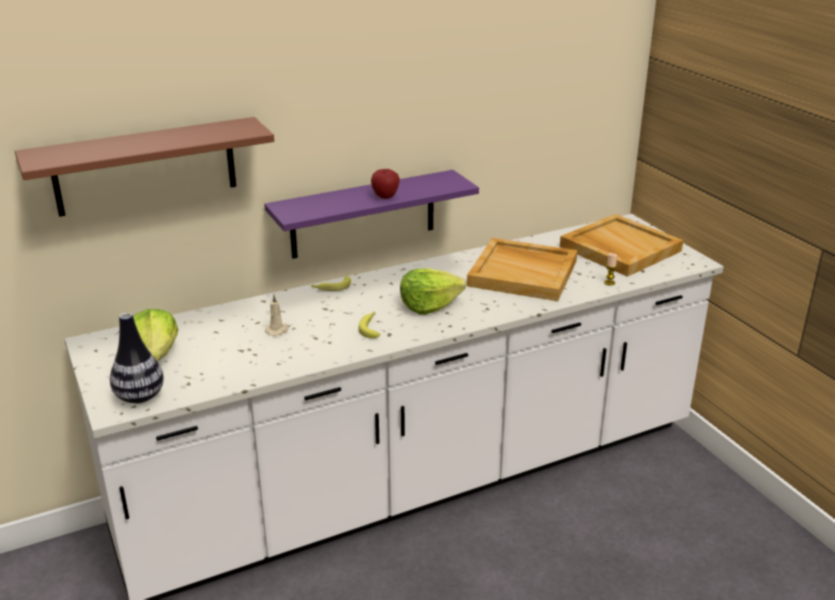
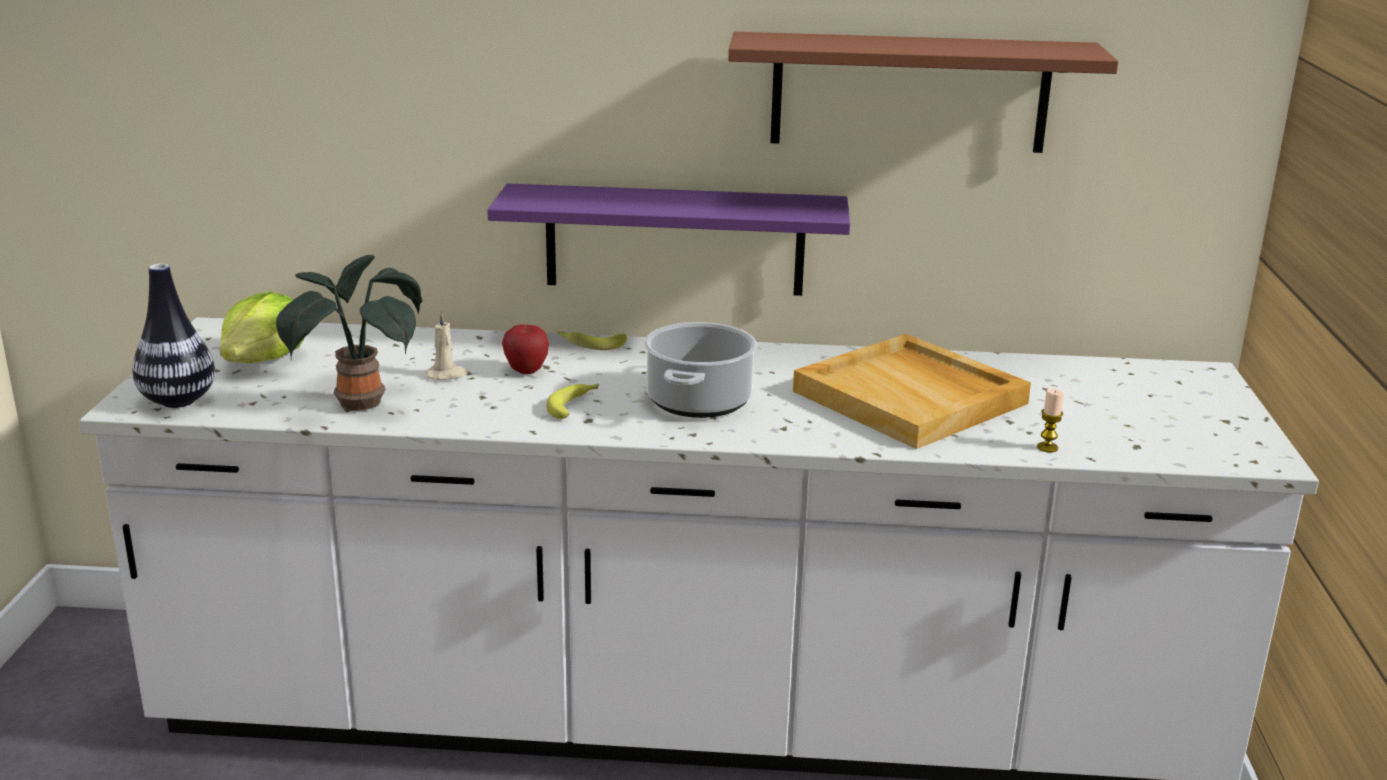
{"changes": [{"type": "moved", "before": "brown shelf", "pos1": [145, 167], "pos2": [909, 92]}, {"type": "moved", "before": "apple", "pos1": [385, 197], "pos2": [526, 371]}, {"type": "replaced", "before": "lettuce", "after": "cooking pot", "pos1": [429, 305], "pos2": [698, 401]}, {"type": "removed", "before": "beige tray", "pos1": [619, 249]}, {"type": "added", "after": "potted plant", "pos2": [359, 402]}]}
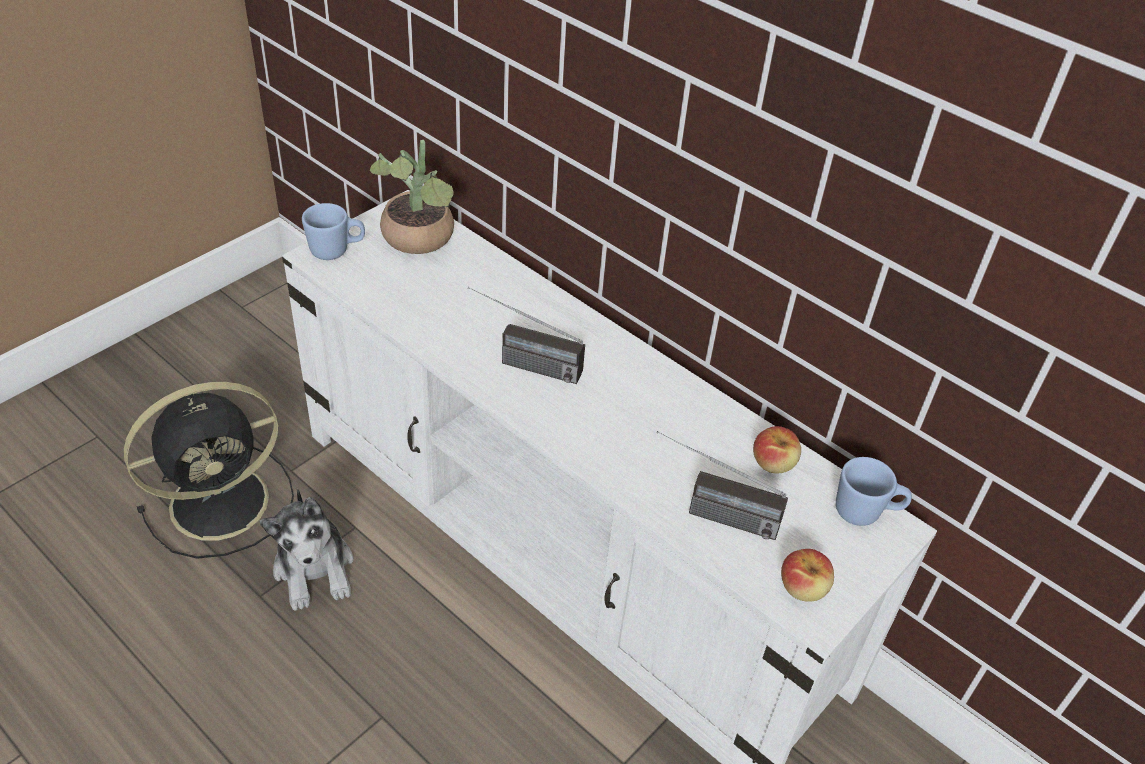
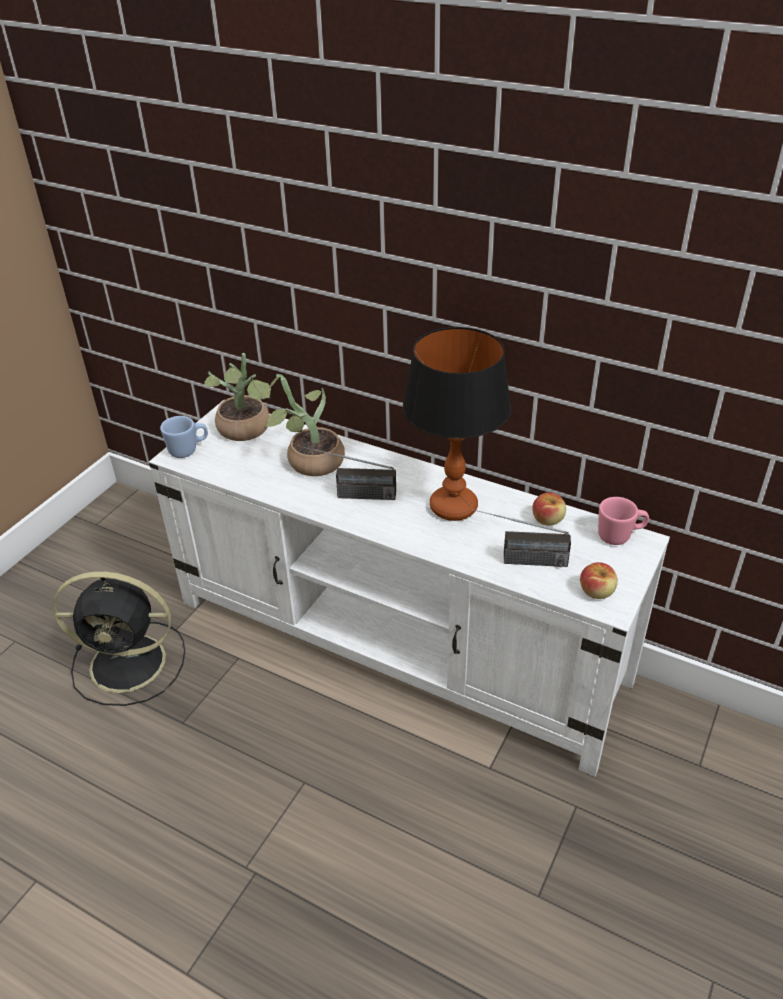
{"changes": [{"type": "turned", "before": "black fan", "pos1": [224, 500], "pos2": [131, 663], "turn": 45}, {"type": "removed", "before": "plush toy", "pos1": [315, 568]}, {"type": "recoloured", "before": "blue mug", "after": "pink mug", "pos1": [865, 513], "pos2": [620, 536]}, {"type": "added", "after": "potted plant", "pos2": [309, 462]}, {"type": "added", "after": "table lamp", "pos2": [453, 506]}]}
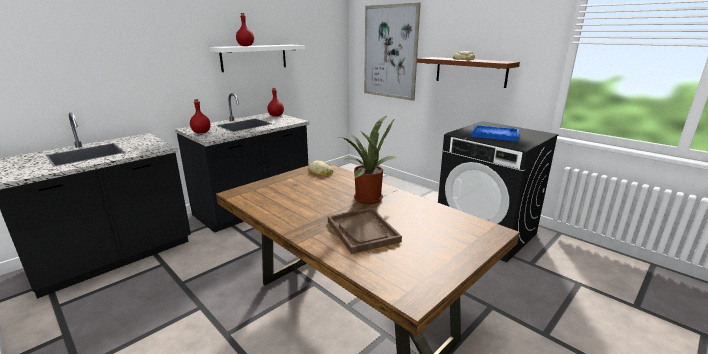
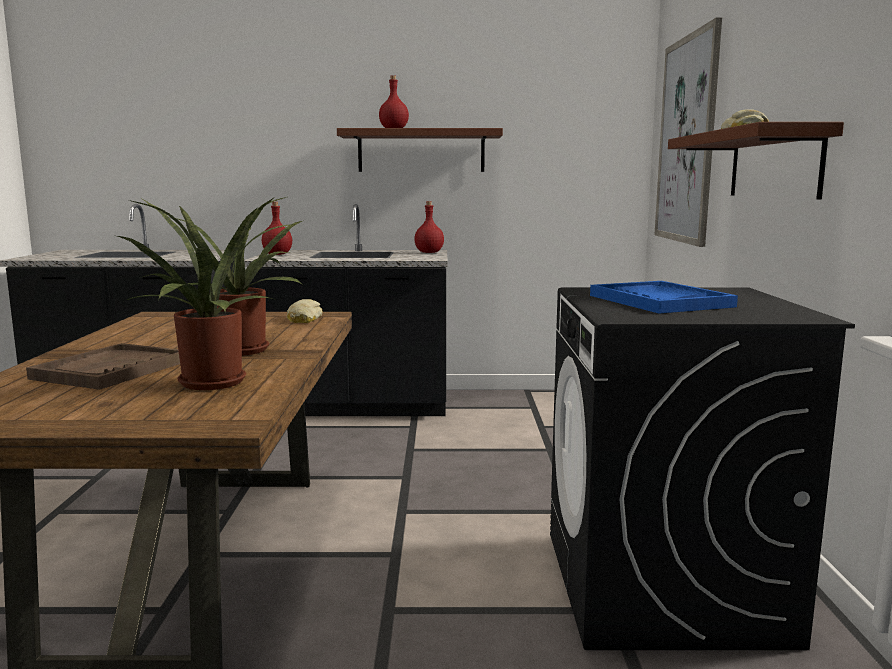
{"changes": [{"type": "recoloured", "before": "white shelf", "after": "brown shelf", "pos1": [254, 57], "pos2": [421, 151]}, {"type": "added", "after": "potted plant", "pos2": [210, 385]}]}
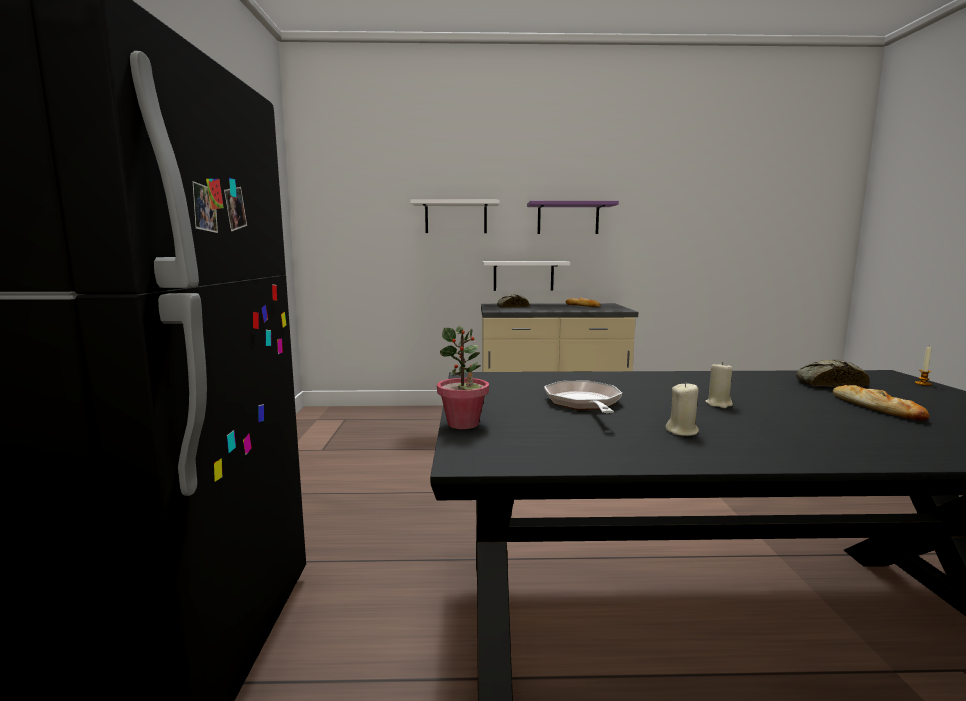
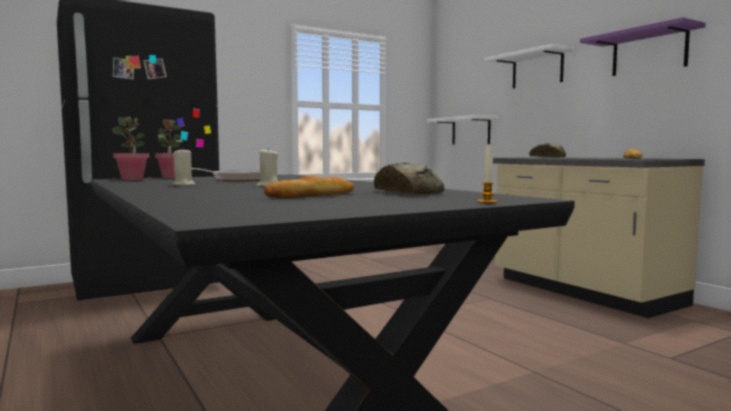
{"changes": [{"type": "moved", "before": "white shelf", "pos1": [523, 275], "pos2": [471, 131]}, {"type": "added", "after": "potted plant", "pos2": [132, 179]}]}
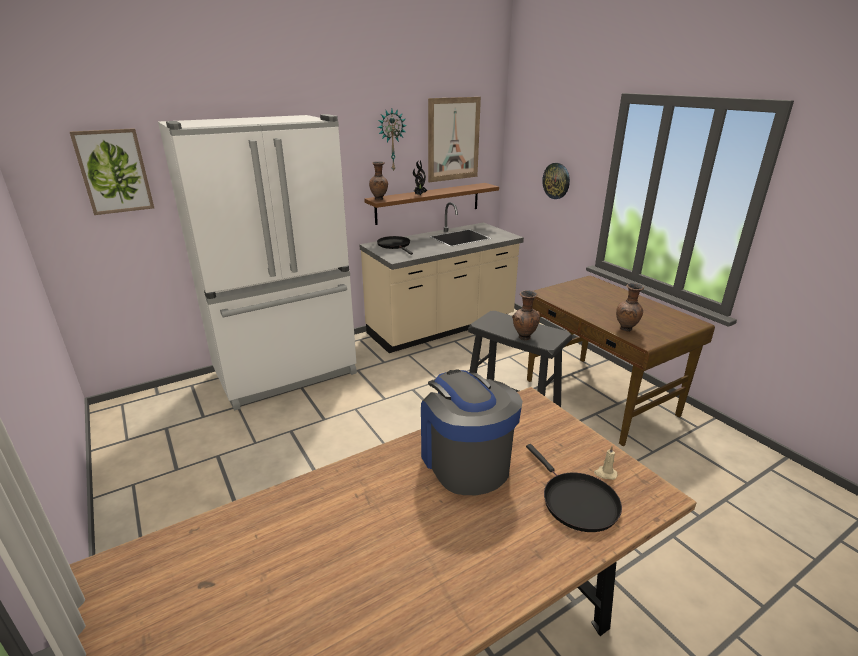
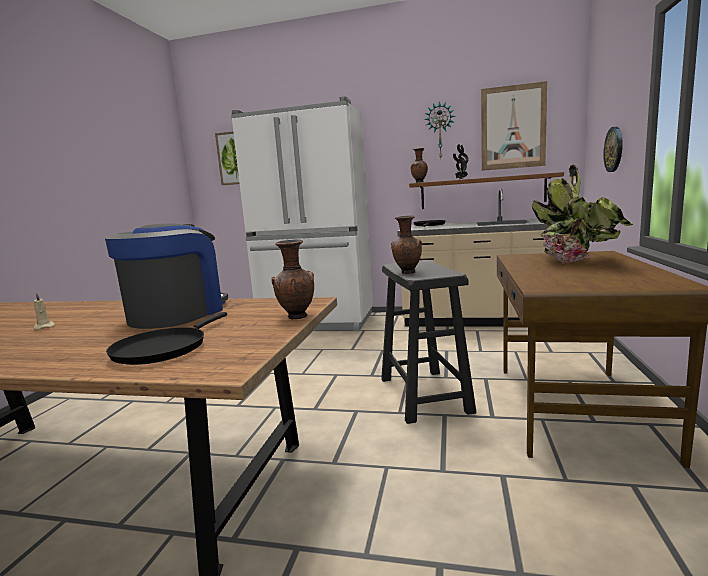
{"changes": [{"type": "moved", "before": "beige candle", "pos1": [605, 473], "pos2": [44, 327]}, {"type": "moved", "before": "brown vase", "pos1": [626, 330], "pos2": [296, 317]}, {"type": "added", "after": "potted plant", "pos2": [580, 262]}]}
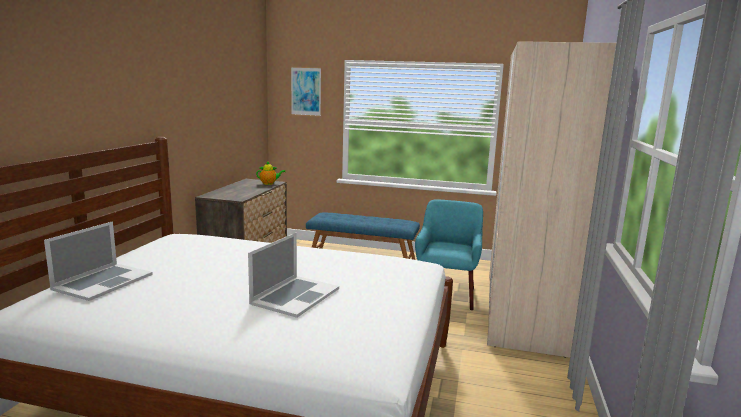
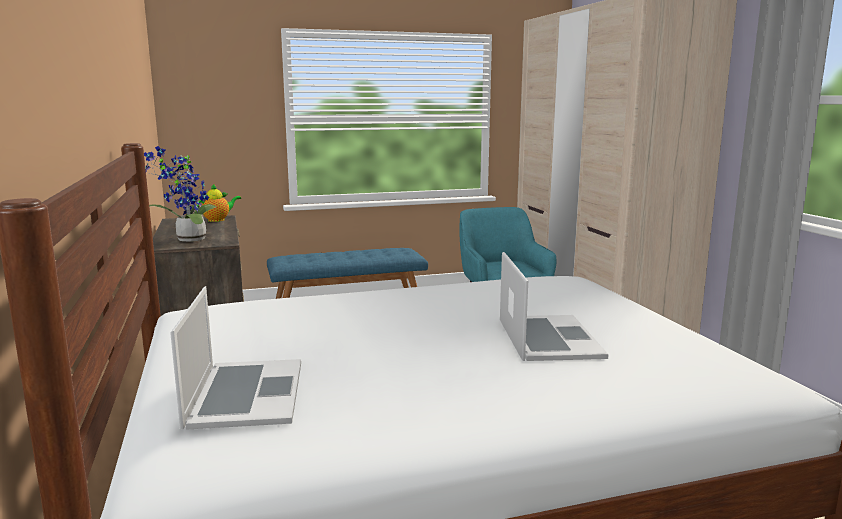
{"changes": [{"type": "removed", "before": "picture", "pos1": [306, 91]}, {"type": "added", "after": "potted plant", "pos2": [187, 240]}]}
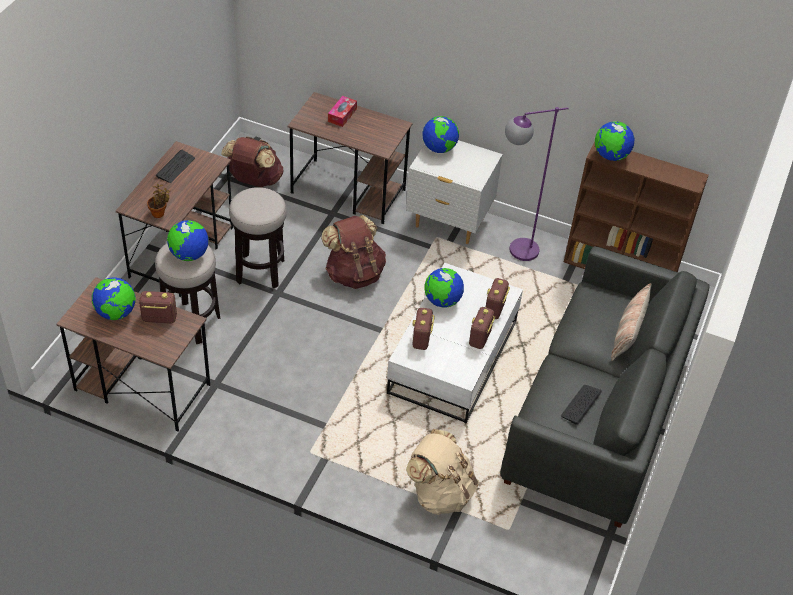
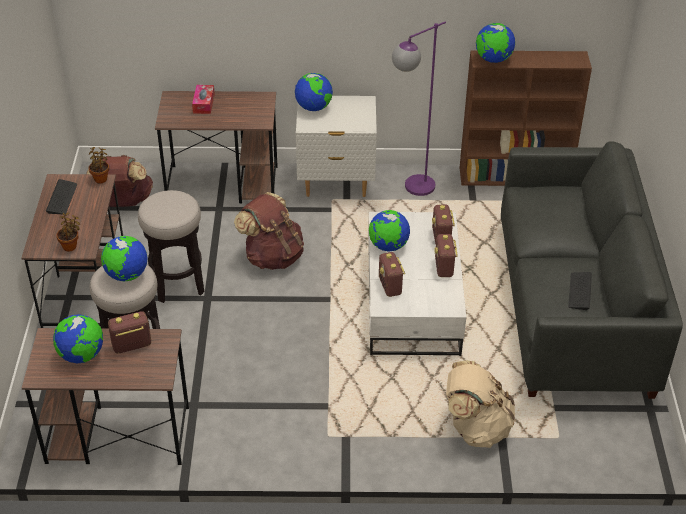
{"changes": [{"type": "removed", "before": "pillow", "pos1": [628, 332]}, {"type": "added", "after": "potted plant", "pos2": [101, 178]}]}
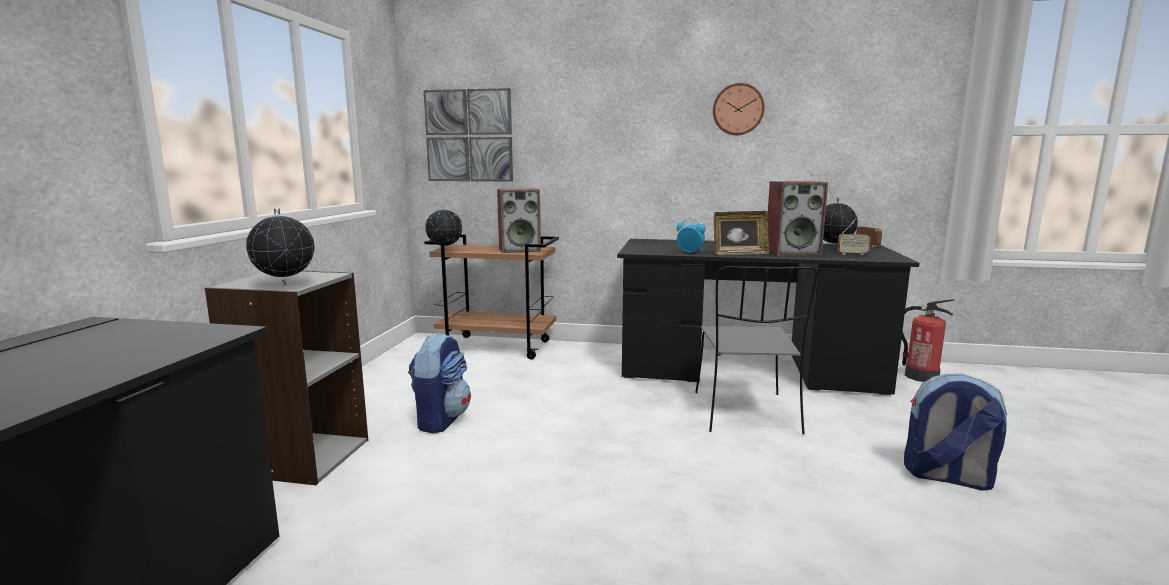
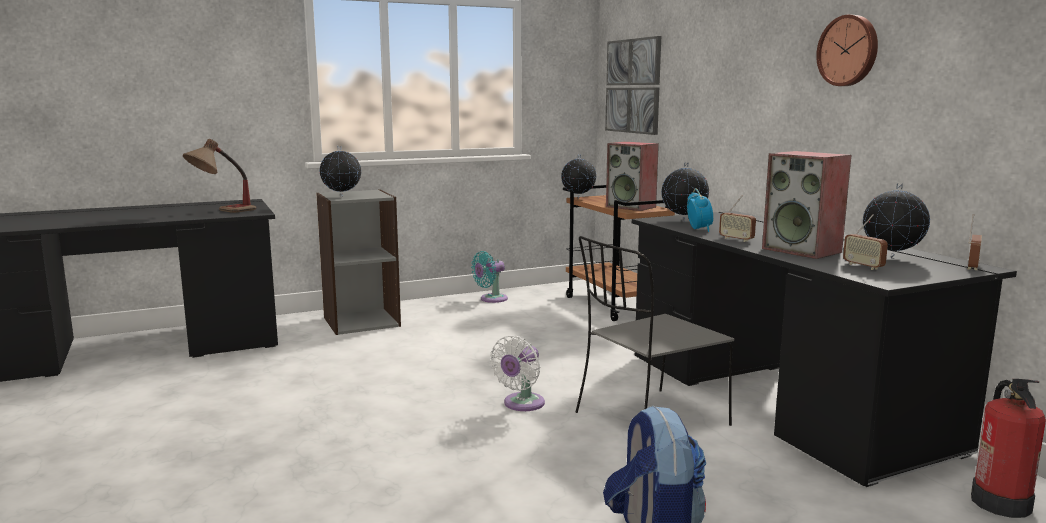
{"changes": [{"type": "removed", "before": "backpack", "pos1": [441, 420]}, {"type": "replaced", "before": "picture frame", "after": "radio", "pos1": [739, 253], "pos2": [736, 239]}, {"type": "added", "after": "table lamp", "pos2": [222, 212]}, {"type": "added", "after": "turquoise fan", "pos2": [491, 299]}, {"type": "added", "after": "white fan", "pos2": [521, 404]}, {"type": "added", "after": "globe", "pos2": [683, 221]}]}
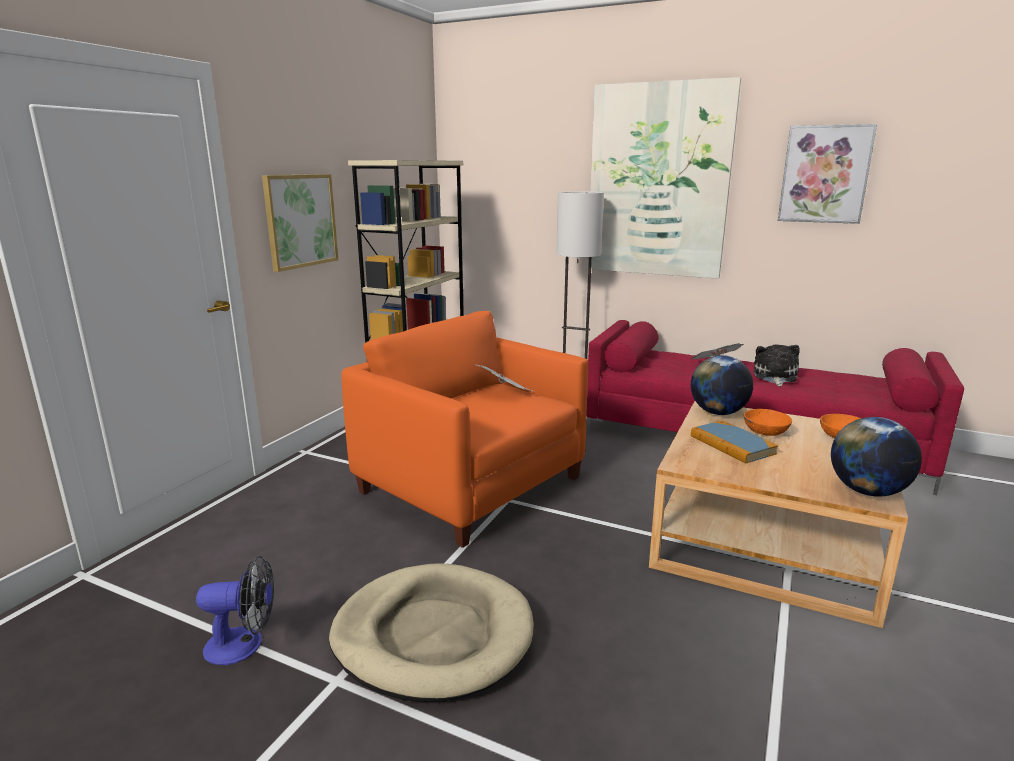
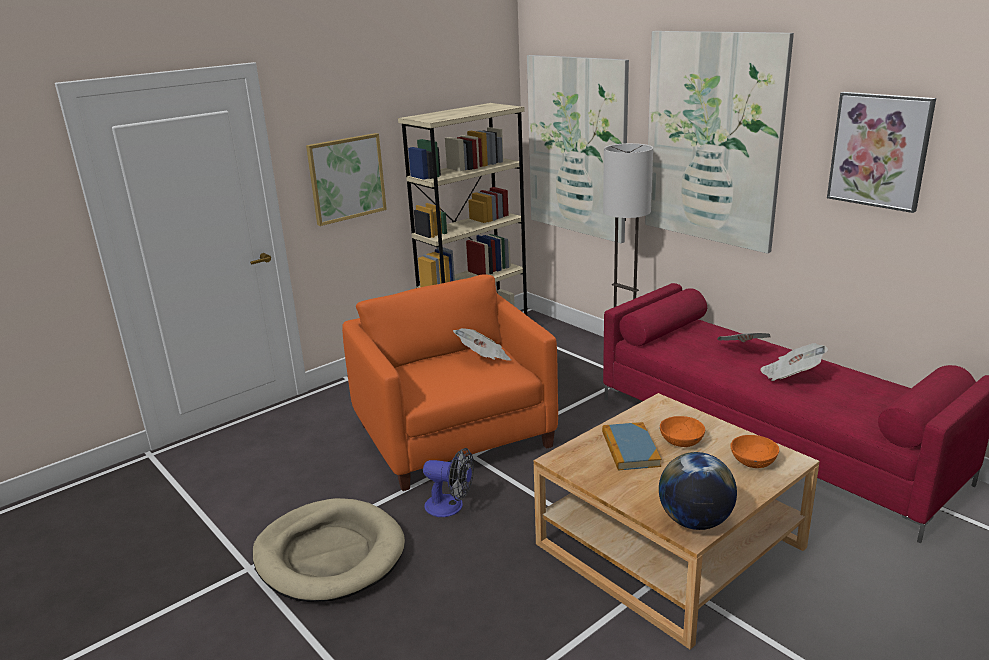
{"changes": [{"type": "moved", "before": "fan", "pos1": [244, 645], "pos2": [450, 507]}, {"type": "removed", "before": "globe", "pos1": [718, 413]}, {"type": "replaced", "before": "plush toy", "after": "newspaper", "pos1": [774, 376], "pos2": [790, 376]}, {"type": "added", "after": "picture", "pos2": [577, 147]}]}
